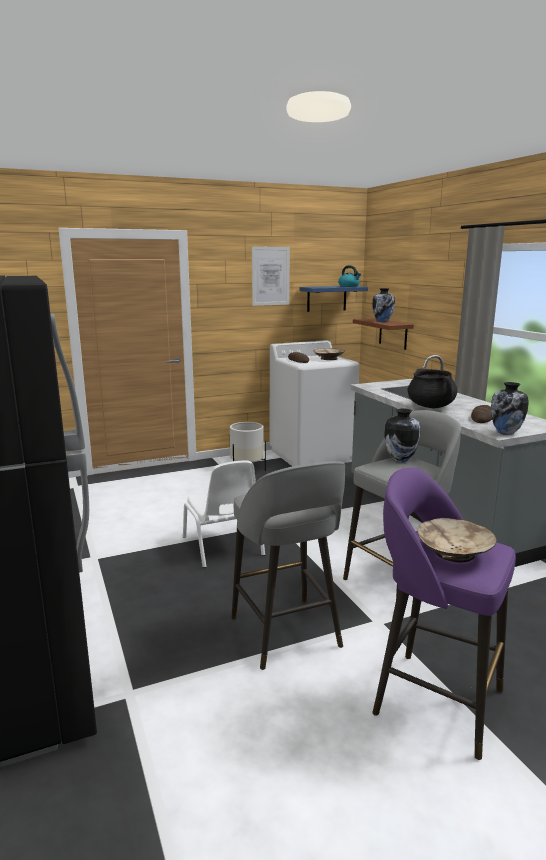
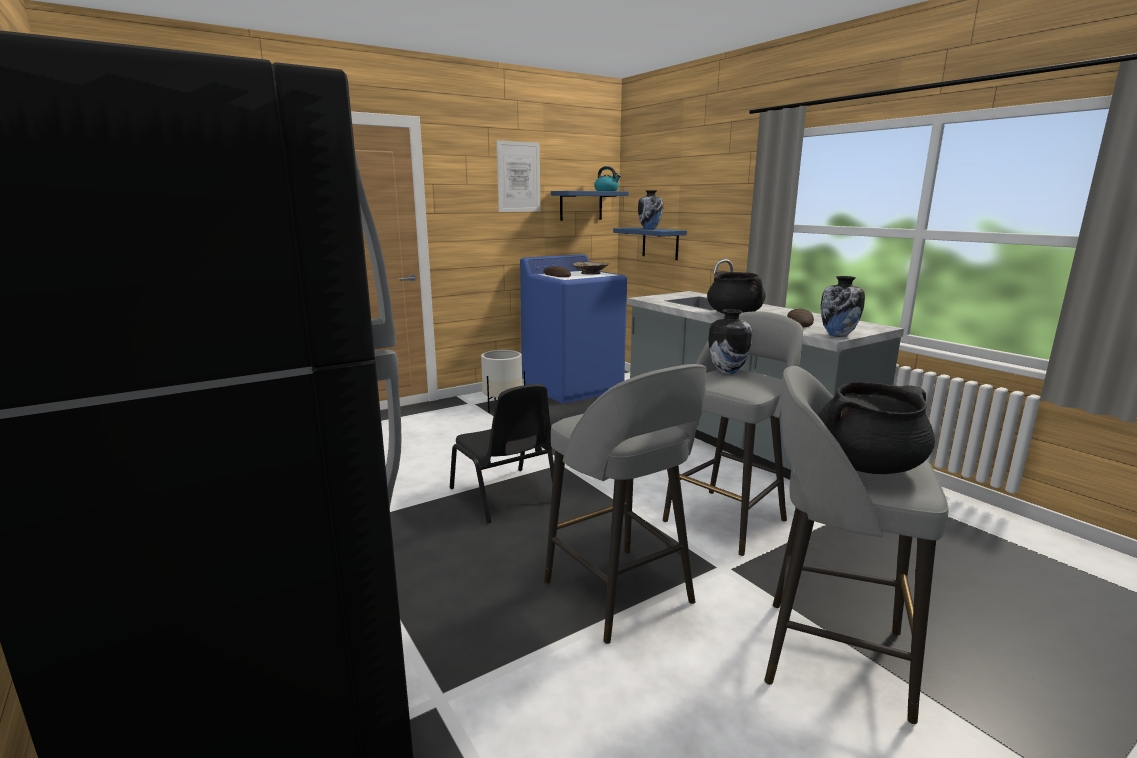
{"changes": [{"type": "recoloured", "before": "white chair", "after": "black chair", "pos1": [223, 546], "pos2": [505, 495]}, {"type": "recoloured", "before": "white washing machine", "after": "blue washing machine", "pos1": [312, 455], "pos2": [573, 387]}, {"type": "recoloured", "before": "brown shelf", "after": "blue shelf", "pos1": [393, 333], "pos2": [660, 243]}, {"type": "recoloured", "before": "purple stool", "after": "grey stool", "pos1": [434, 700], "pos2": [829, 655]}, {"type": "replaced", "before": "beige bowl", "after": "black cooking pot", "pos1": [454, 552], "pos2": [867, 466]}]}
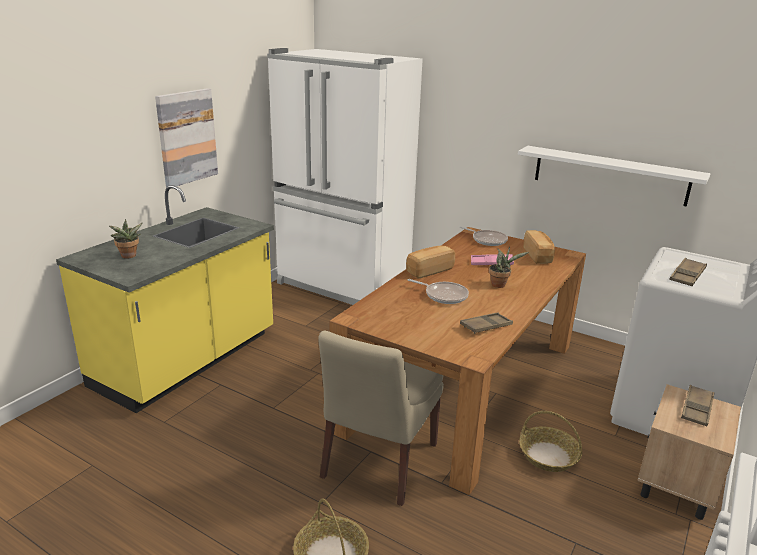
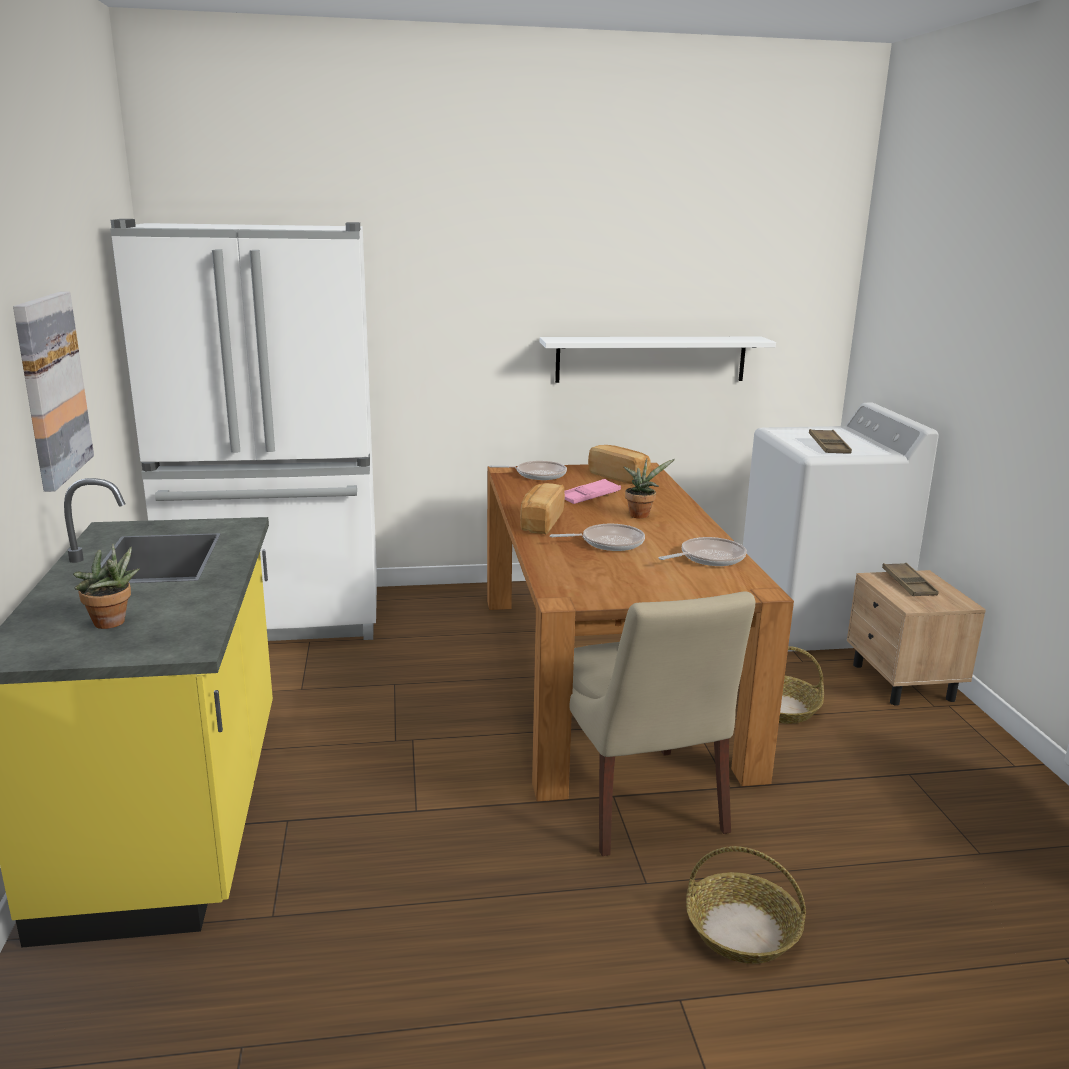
{"changes": [{"type": "replaced", "before": "brown tray", "after": "frying pan", "pos1": [486, 326], "pos2": [708, 558]}]}
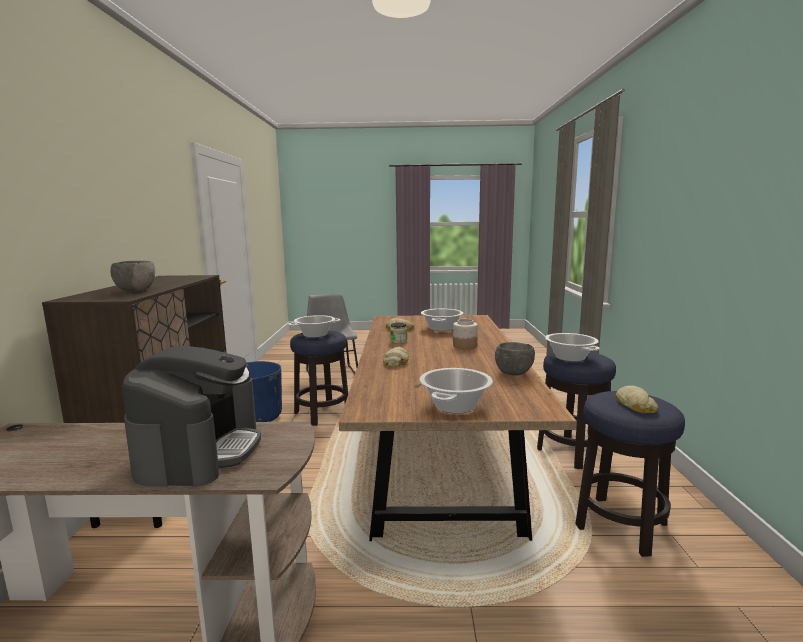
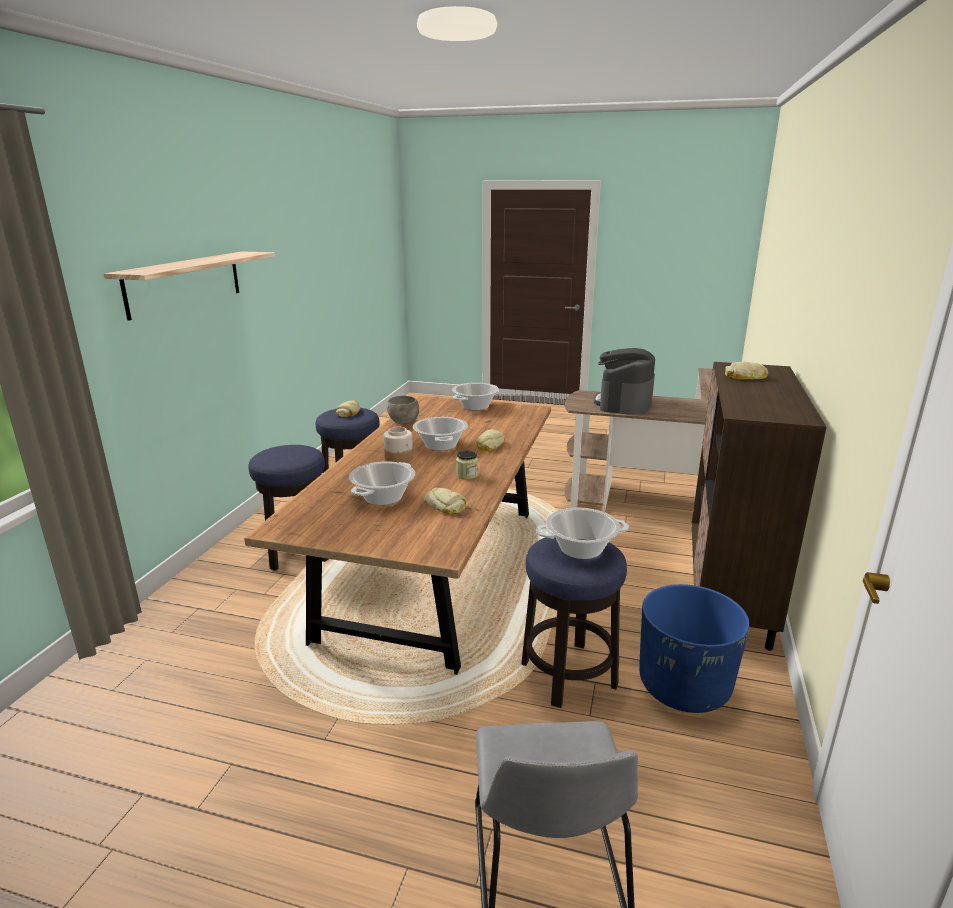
{"changes": [{"type": "replaced", "before": "grey bowl", "after": "bread", "pos1": [136, 291], "pos2": [745, 377]}, {"type": "moved", "before": "cooking pot", "pos1": [570, 358], "pos2": [441, 445]}, {"type": "added", "after": "shelf", "pos2": [185, 283]}]}
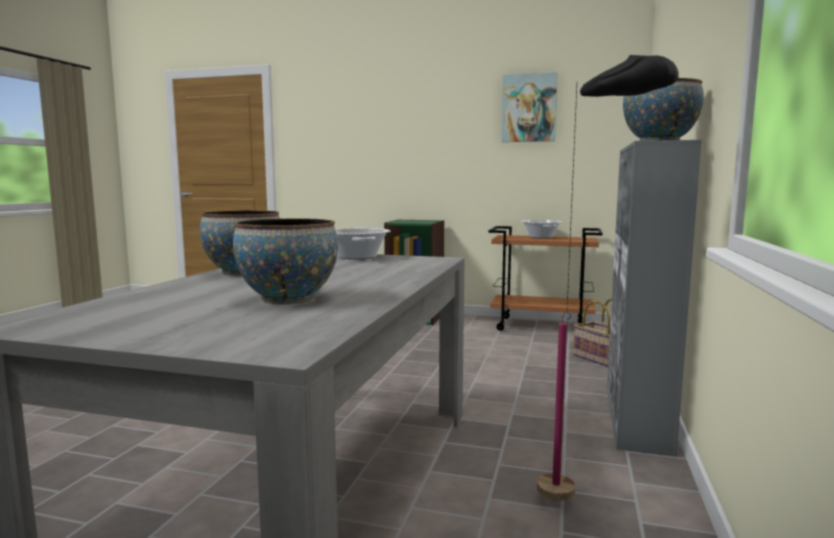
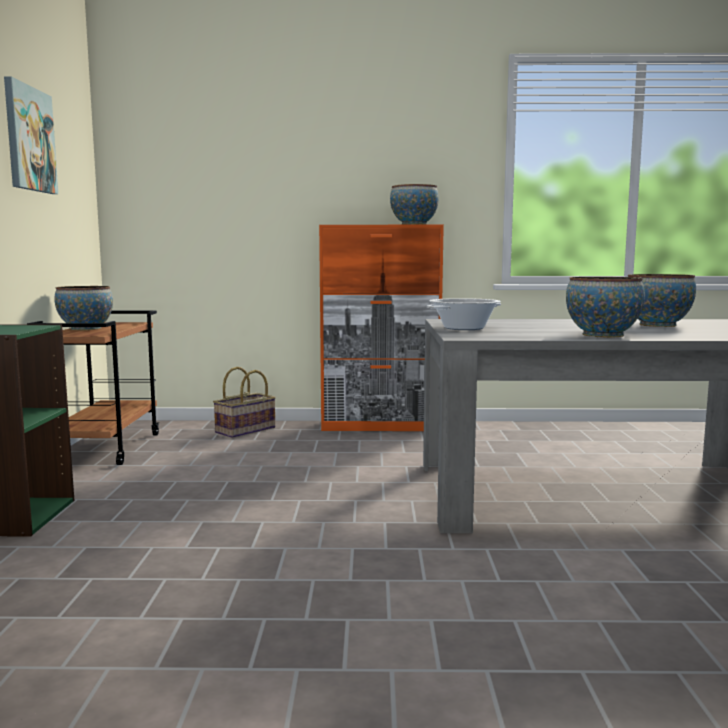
{"changes": [{"type": "replaced", "before": "cooking pot", "after": "bowl", "pos1": [540, 237], "pos2": [86, 329]}, {"type": "removed", "before": "black floor lamp", "pos1": [589, 507]}, {"type": "recoloured", "before": "grey cabinet", "after": "orange cabinet", "pos1": [636, 417], "pos2": [381, 426]}]}
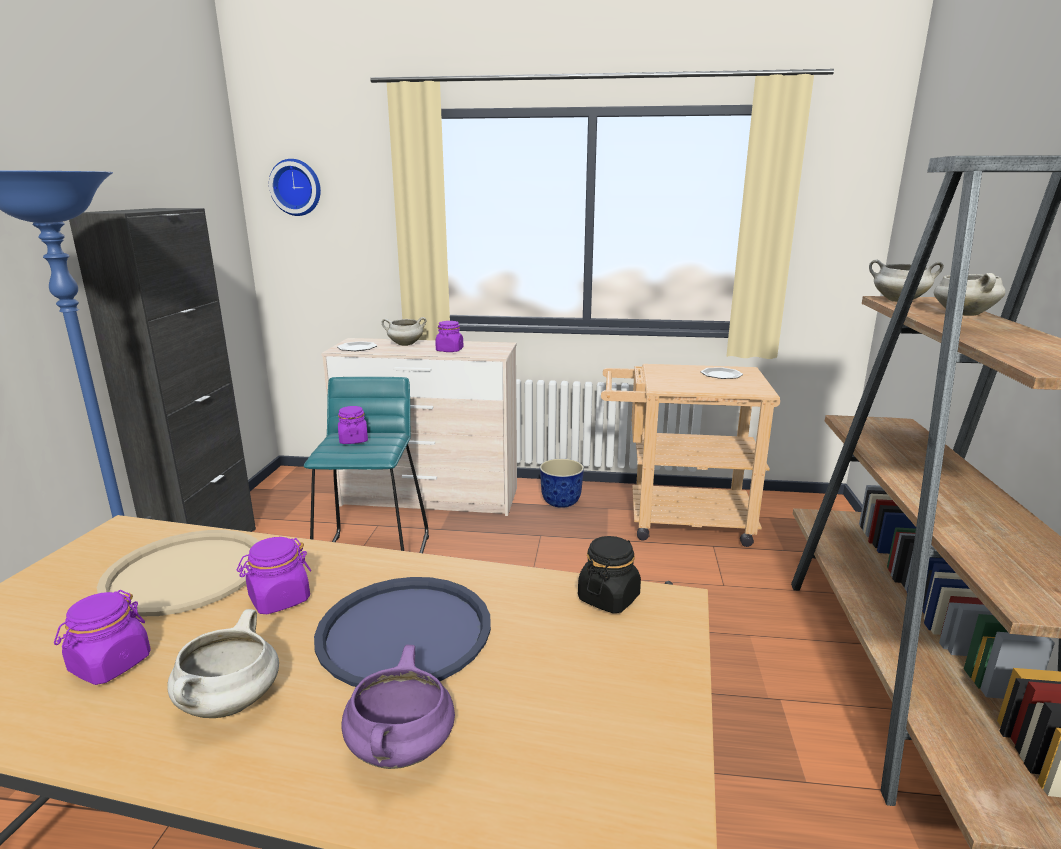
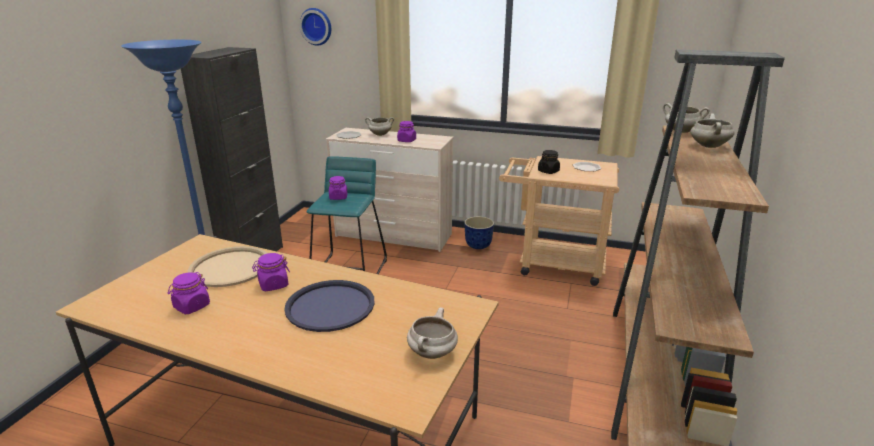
{"changes": [{"type": "moved", "before": "white cooking pot", "pos1": [230, 704], "pos2": [432, 353]}, {"type": "removed", "before": "purple cooking pot", "pos1": [402, 750]}, {"type": "moved", "before": "black jar", "pos1": [608, 598], "pos2": [548, 171]}]}
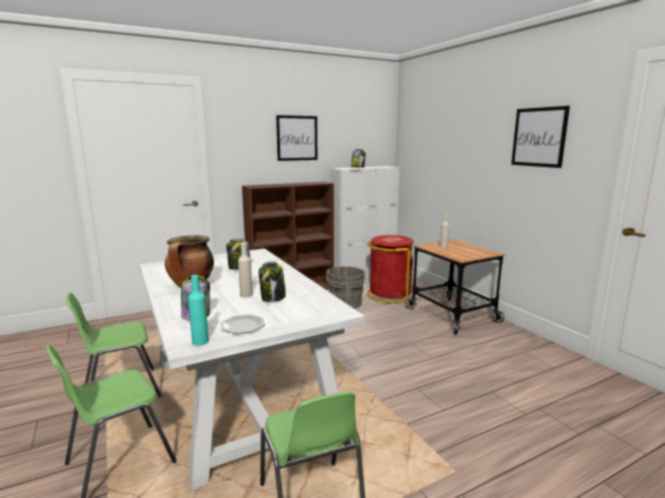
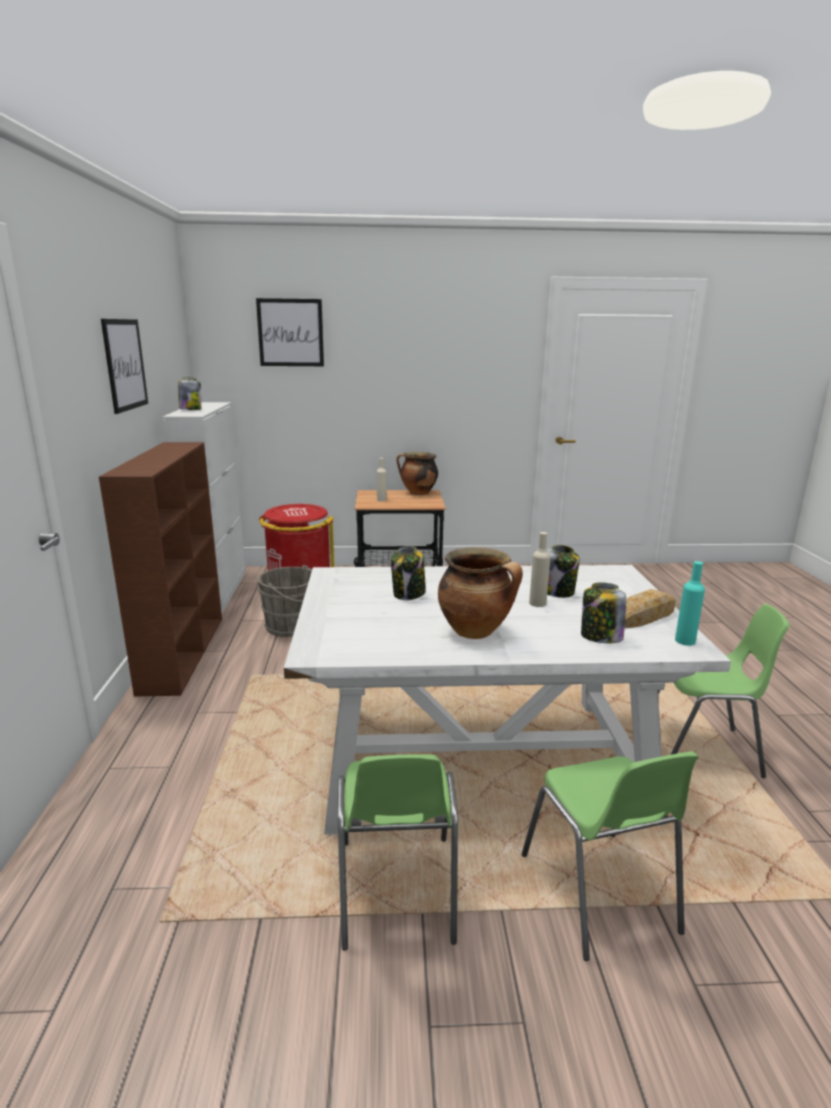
{"changes": [{"type": "replaced", "before": "plate", "after": "bread", "pos1": [242, 326], "pos2": [644, 616]}, {"type": "moved", "before": "picture", "pos1": [539, 137], "pos2": [290, 332]}, {"type": "added", "after": "cooking pot", "pos2": [418, 493]}]}
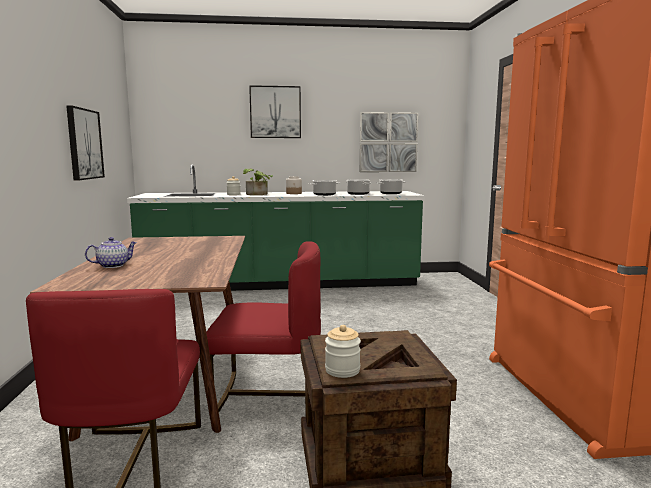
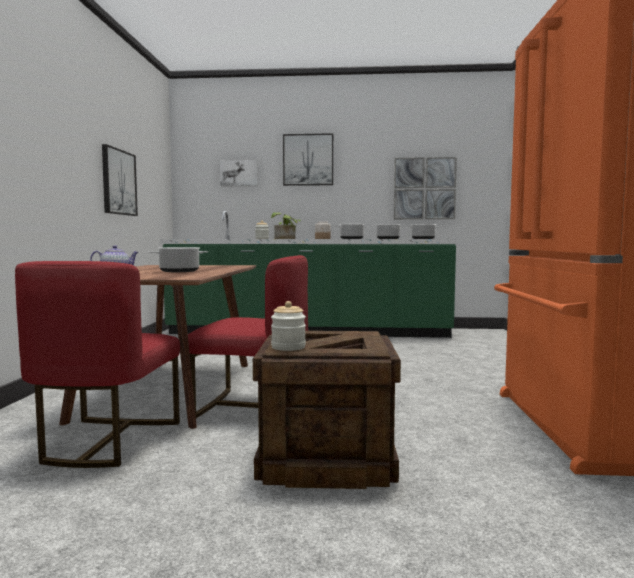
{"changes": [{"type": "added", "after": "cooking pot", "pos2": [180, 271]}, {"type": "added", "after": "picture", "pos2": [239, 173]}]}
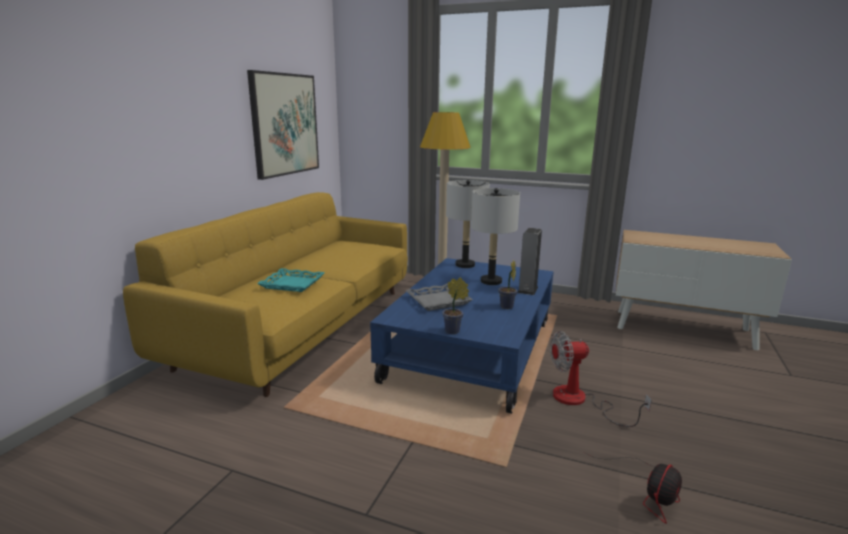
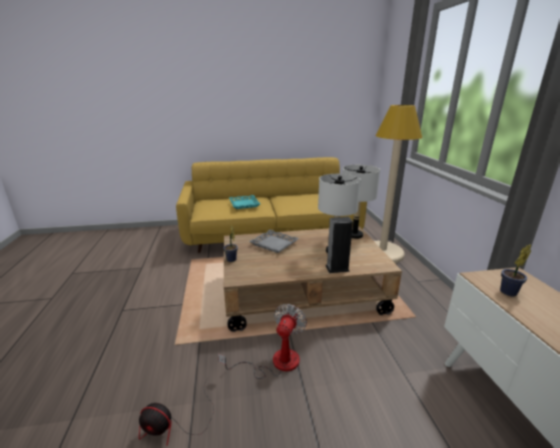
{"changes": [{"type": "removed", "before": "picture", "pos1": [284, 124]}, {"type": "recoloured", "before": "blue coffee table", "after": "brown coffee table", "pos1": [470, 350], "pos2": [302, 292]}, {"type": "moved", "before": "potted plant", "pos1": [507, 307], "pos2": [507, 293]}, {"type": "turned", "before": "fan", "pos1": [580, 401], "pos2": [275, 362], "turn": 60}]}
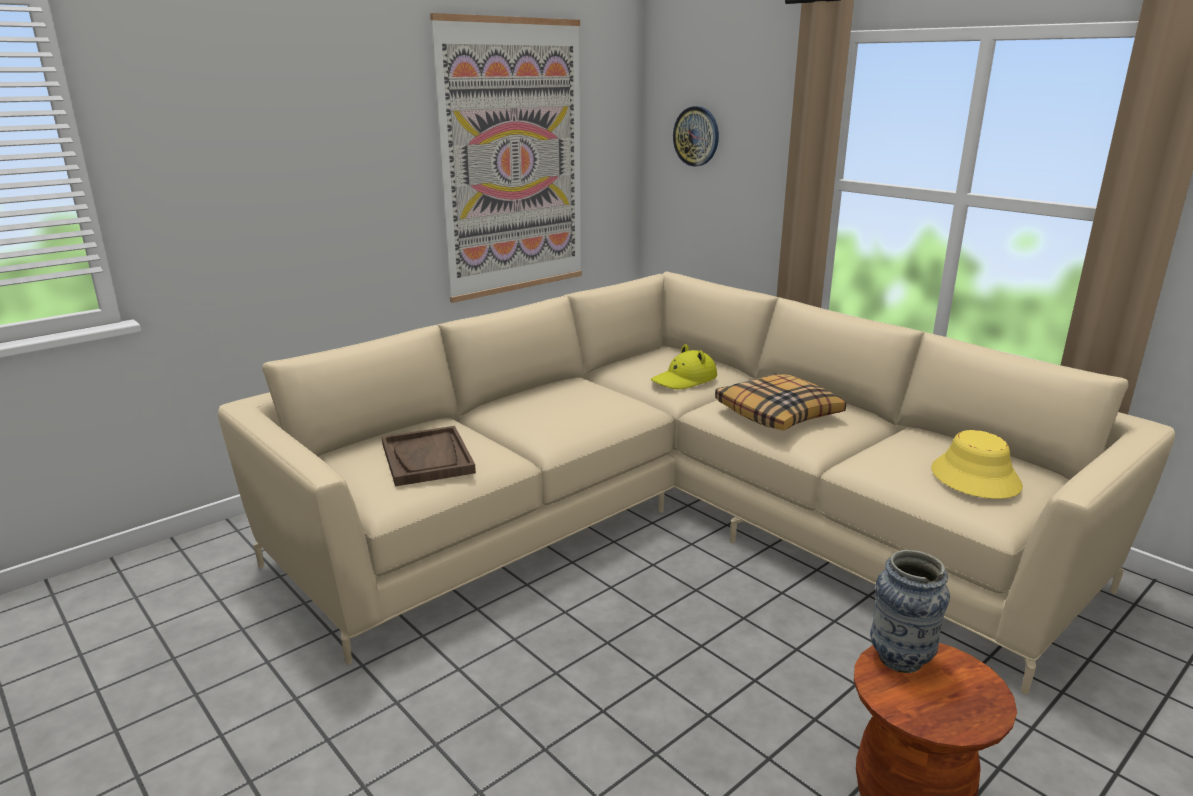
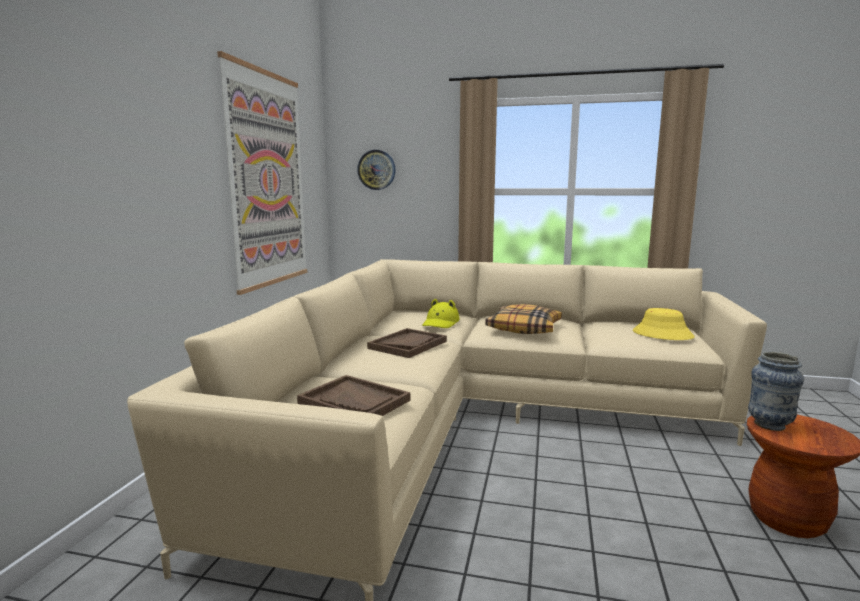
{"changes": [{"type": "added", "after": "brown tray", "pos2": [407, 345]}]}
